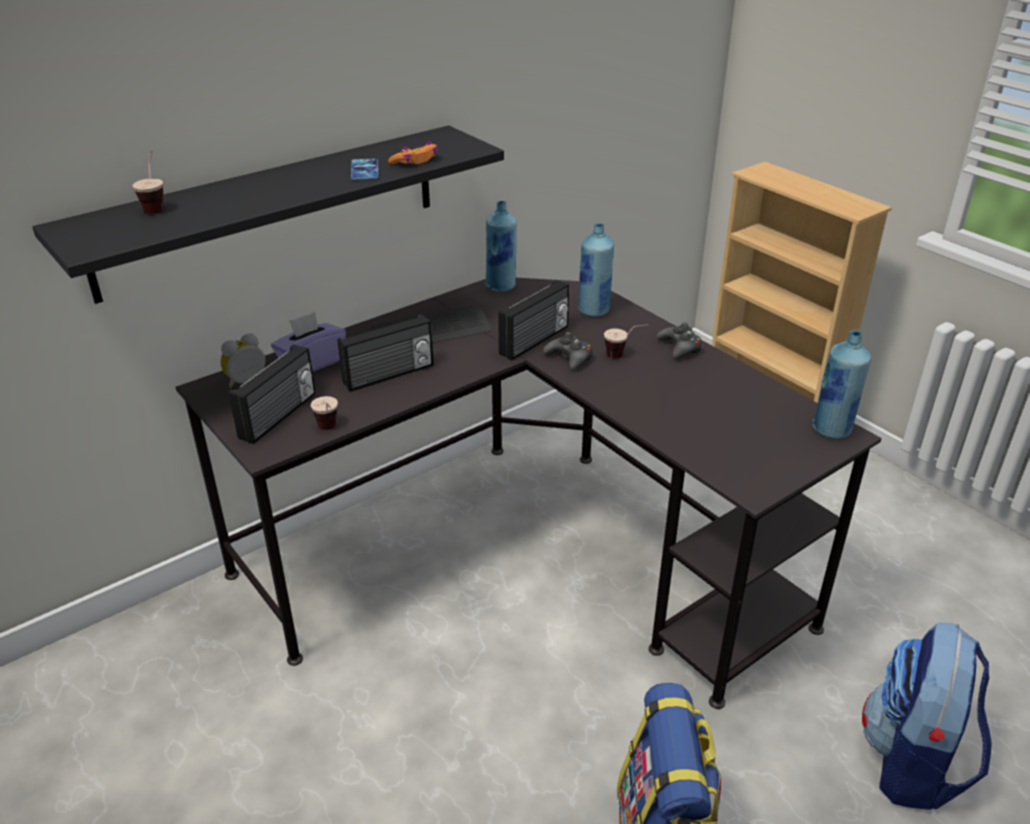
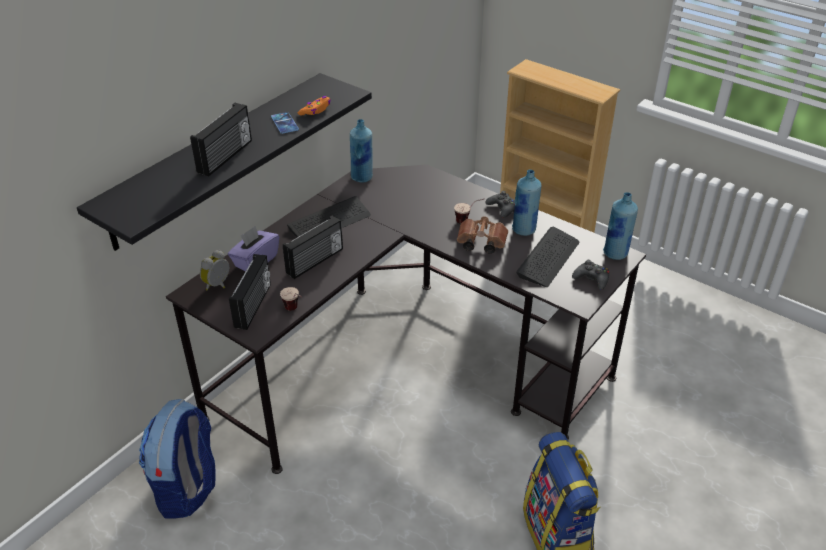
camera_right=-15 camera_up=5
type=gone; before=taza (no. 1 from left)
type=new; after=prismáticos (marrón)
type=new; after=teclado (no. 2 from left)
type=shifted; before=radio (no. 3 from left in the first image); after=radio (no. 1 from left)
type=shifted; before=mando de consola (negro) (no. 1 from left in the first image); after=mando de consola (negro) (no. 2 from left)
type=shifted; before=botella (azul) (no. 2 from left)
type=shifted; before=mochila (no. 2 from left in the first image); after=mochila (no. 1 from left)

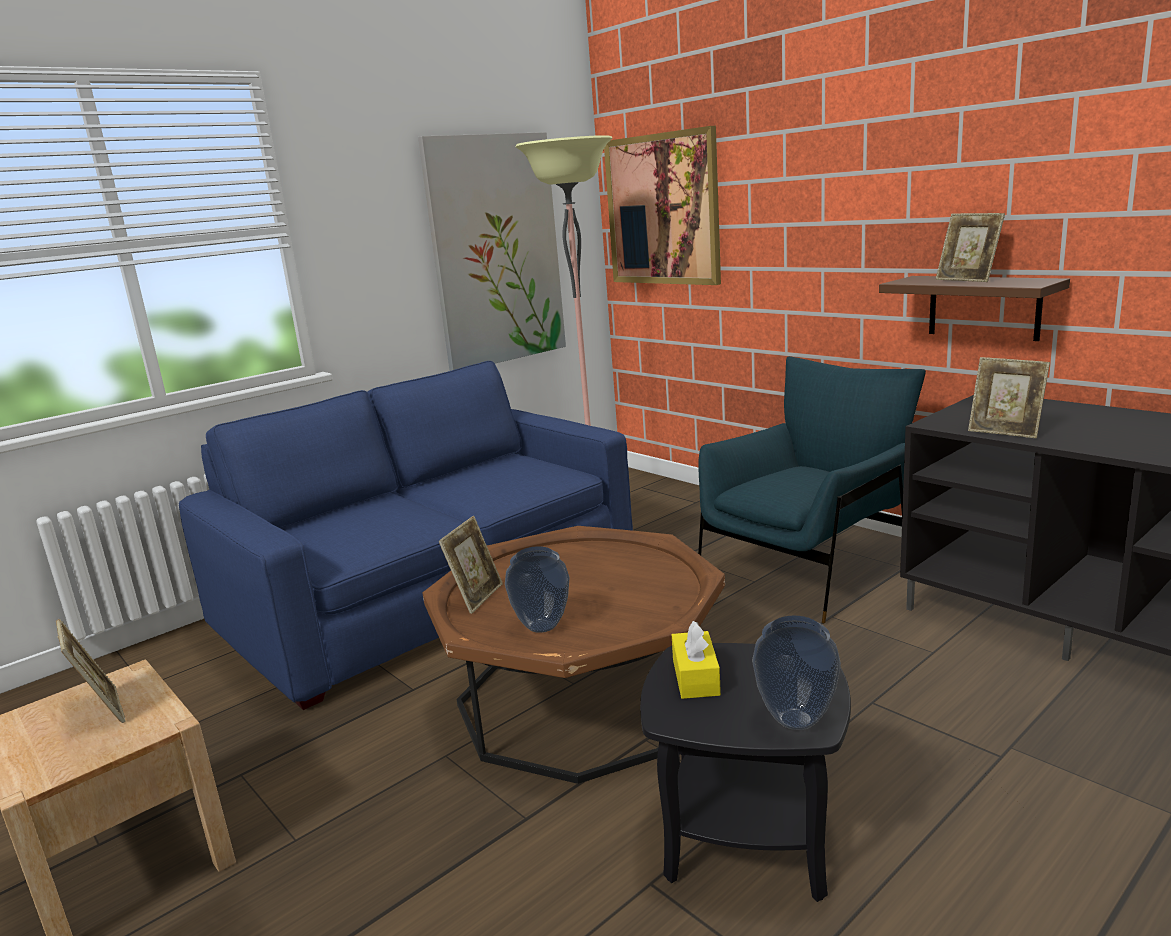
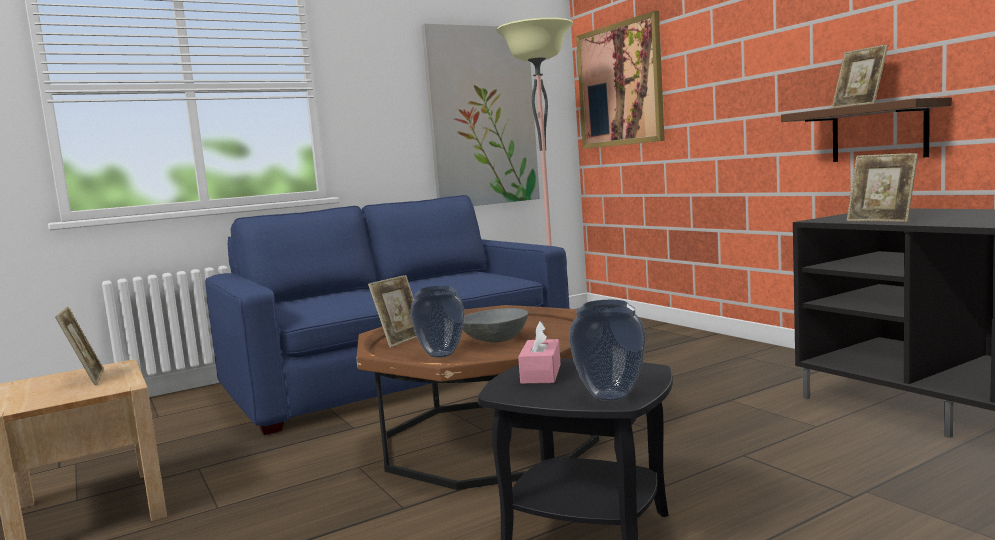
camera_right=10 camera_up=-10
type=gone; before=sillón (azul)
type=new; after=cuenco (gris)
type=repainted; before=caja de pañuelos (amarillo); after=caja de pañuelos (rosa)

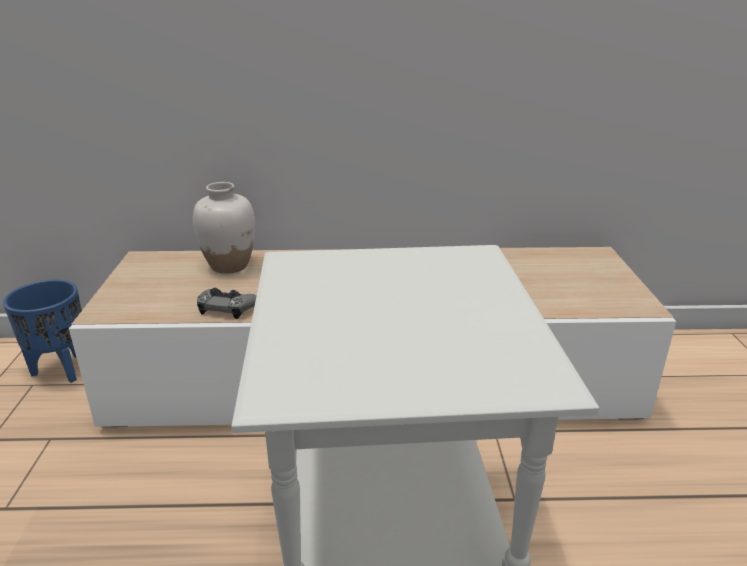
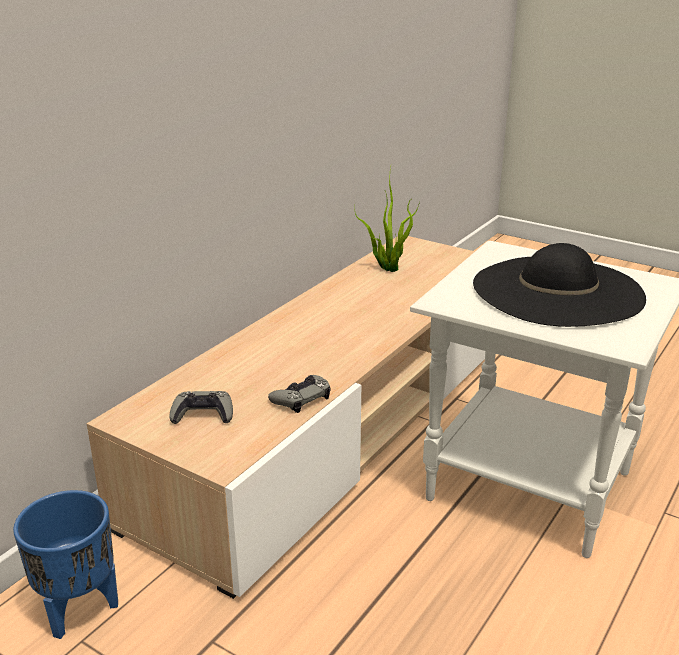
camera_right=-55 camera_up=0
type=gone; before=florero (blanco)
type=new; after=mando de consola (gris) (no. 1 from left)
type=new; after=planta en maceta
type=new; after=sombrero (negro)

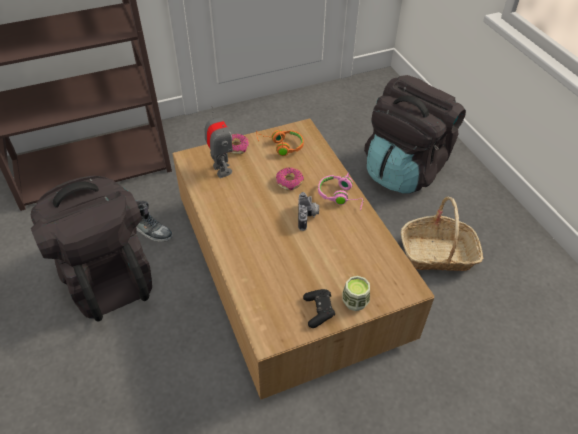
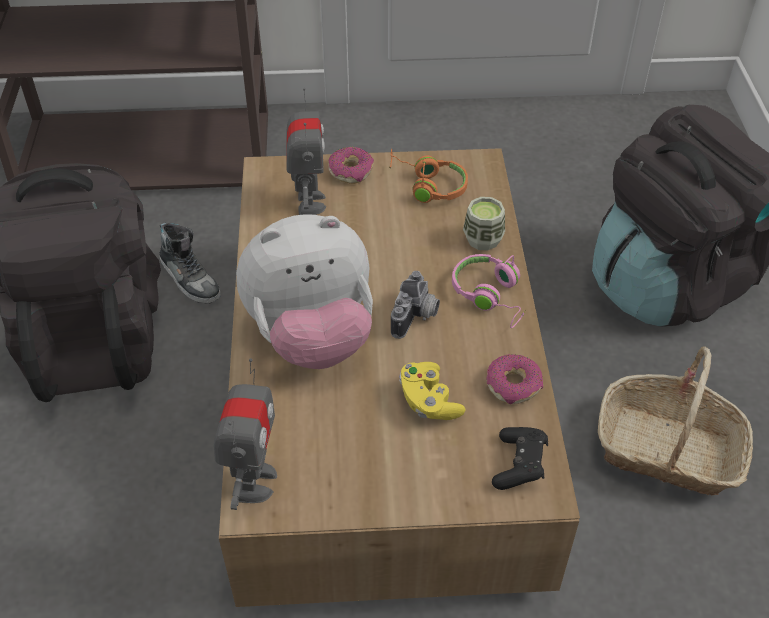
camera_right=20 camera_up=0
type=new; after=robot de juguete (no. 1 from left)
type=new; after=peluche
type=new; after=mando de consola (amarillo)
type=shifted; before=rosquilla (no. 2 from left)
type=shifted; before=mando de consola (negro)
type=shifted; before=taza

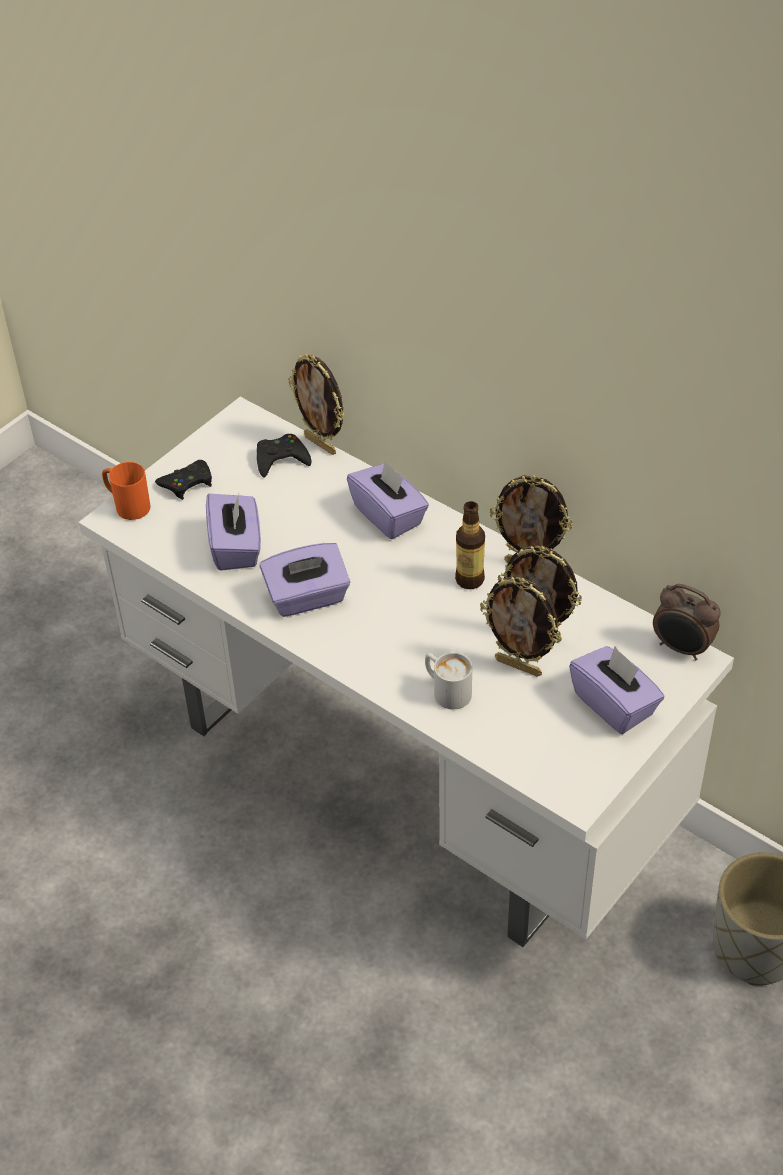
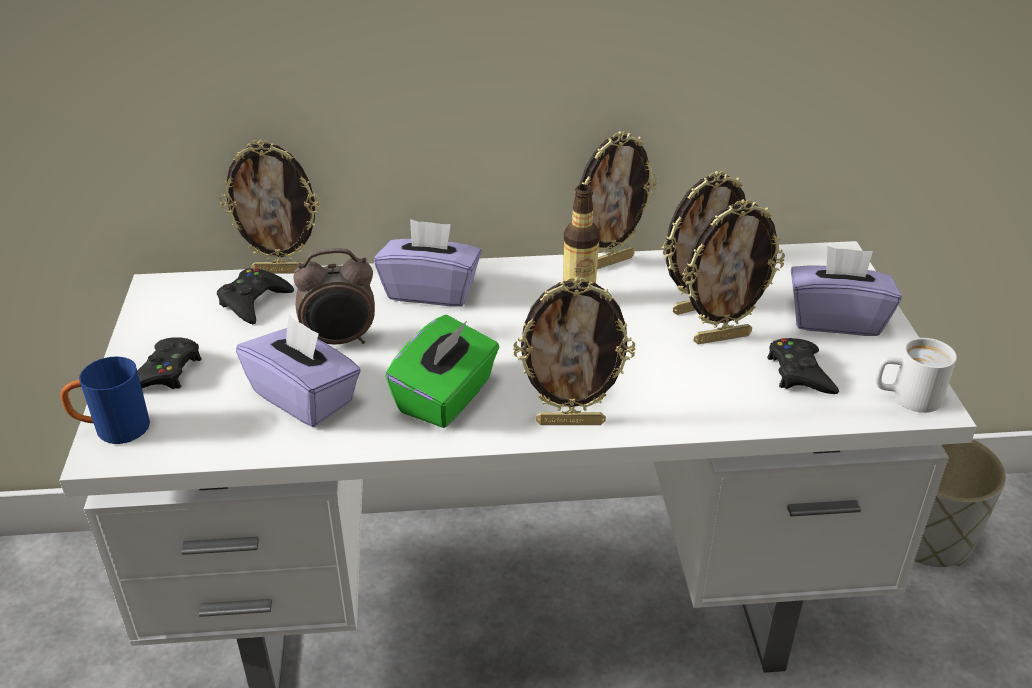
camera_right=-45 camera_up=-10
type=new; after=portarretratos (no. 2 from left)
type=new; after=mando de consola (negro) (no. 3 from left)
type=shifted; before=taza grande (blanco)
type=shifted; before=despertador
type=repainted; before=taza grande (naranja); after=taza grande (azul)
type=repainted; before=caja de pañuelos (morado) (no. 2 from left); after=caja de pañuelos (verde)

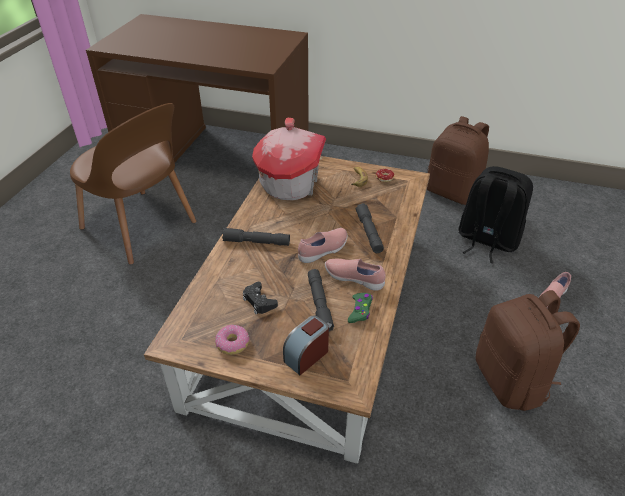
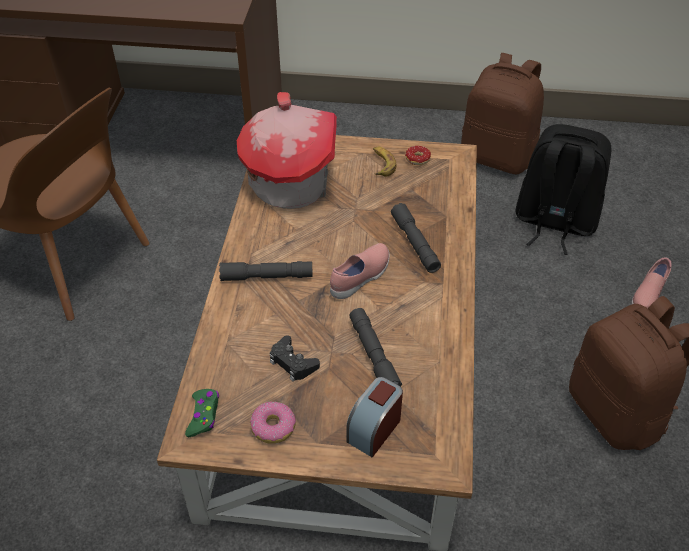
camera_right=-10 camera_up=5
type=gone; before=zapato (rosa) (no. 2 from left)
type=shifted; before=mando de consola (verde)

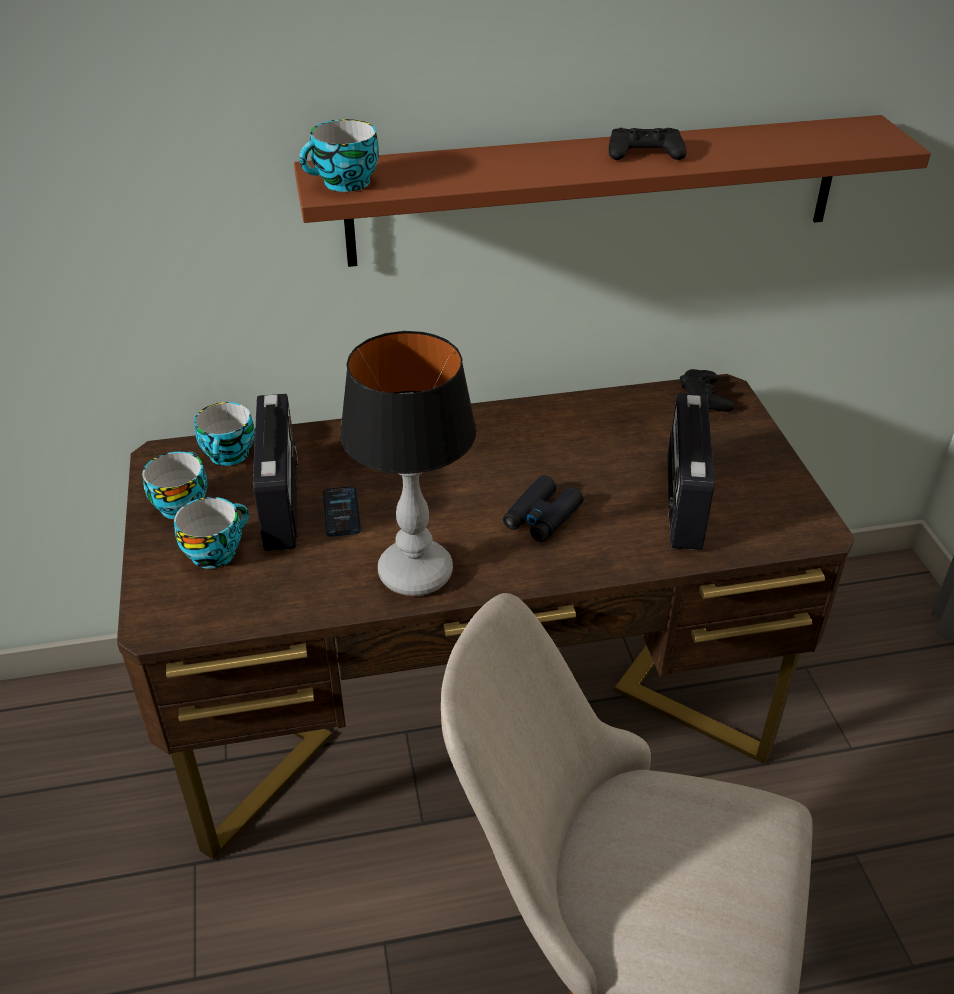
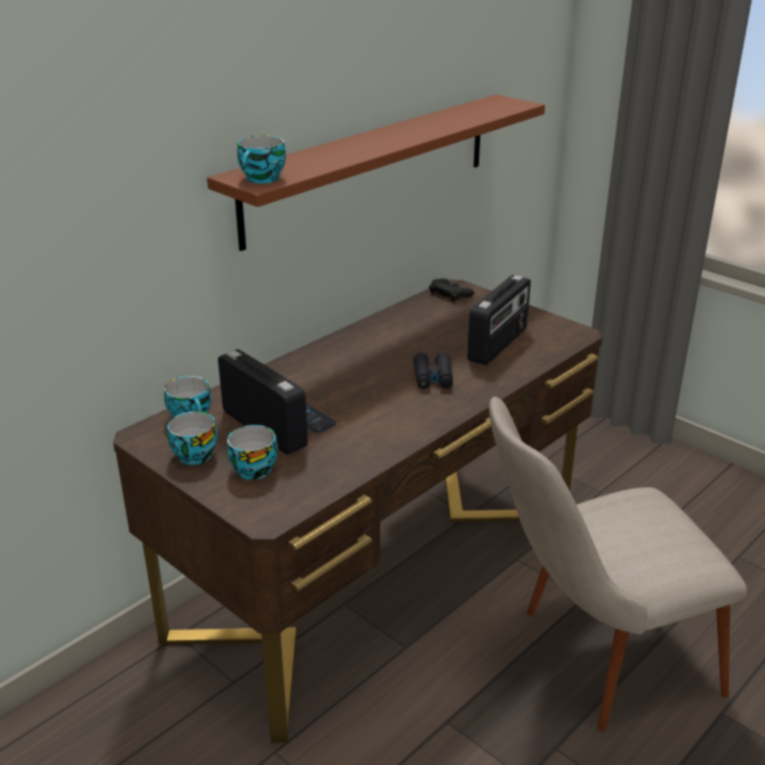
camera_right=-35 camera_up=-10
type=gone; before=lámpara de mesa
type=gone; before=mando de consola (negro) (no. 1 from left)
type=rotated; before=radio (no. 2 from left); turn=-120

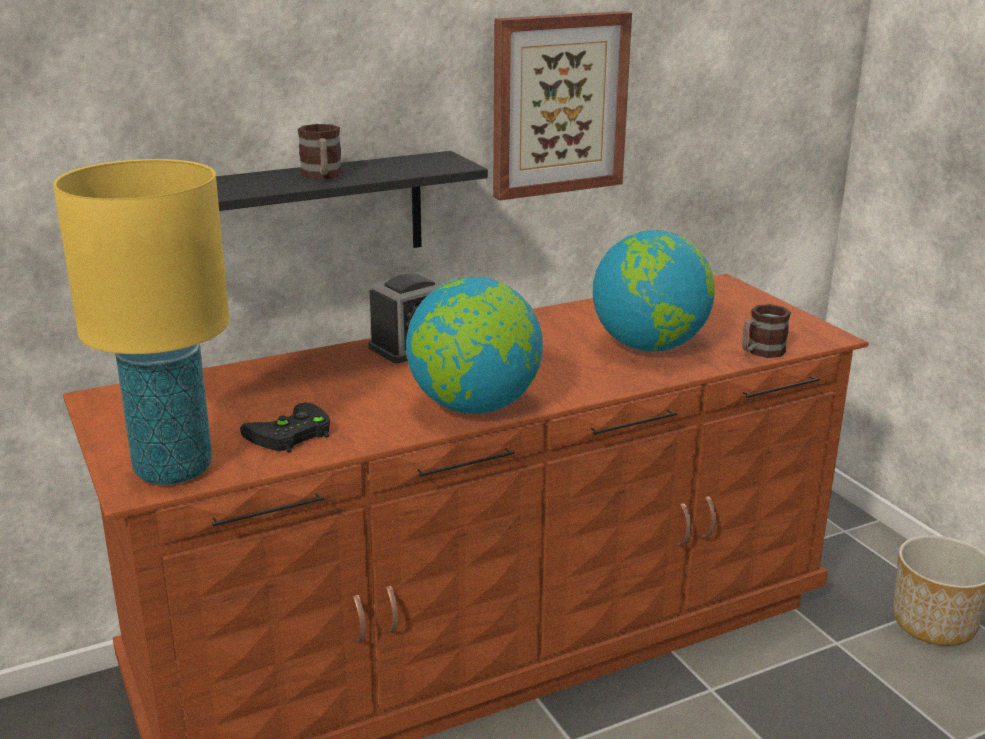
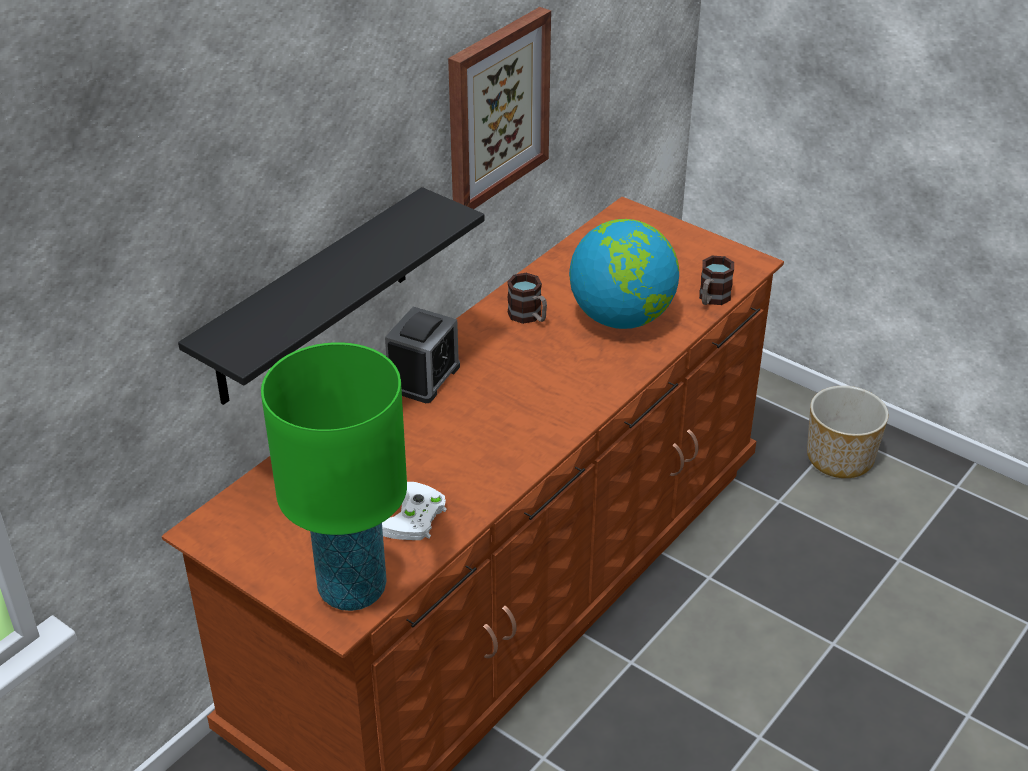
camera_right=-25 camera_up=15
type=gone; before=globo terráqueo (no. 1 from left)
type=shifted; before=taza grande (no. 1 from left)
type=repainted; before=lámpara de mesa (amarillo); after=lámpara de mesa (verde)
type=repainted; before=mando de consola (negro); after=mando de consola (blanco)

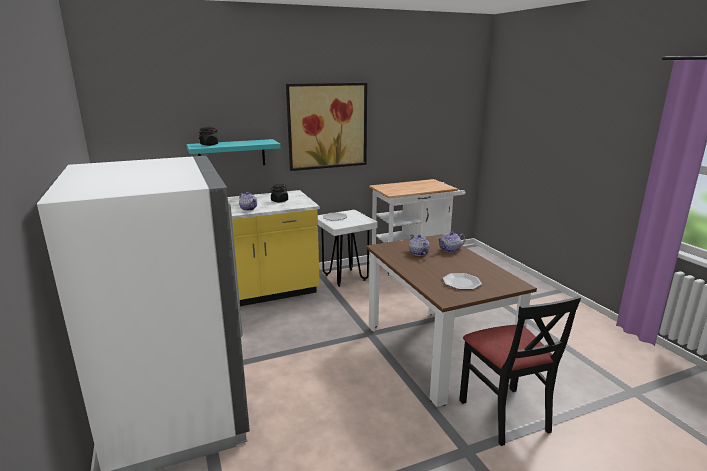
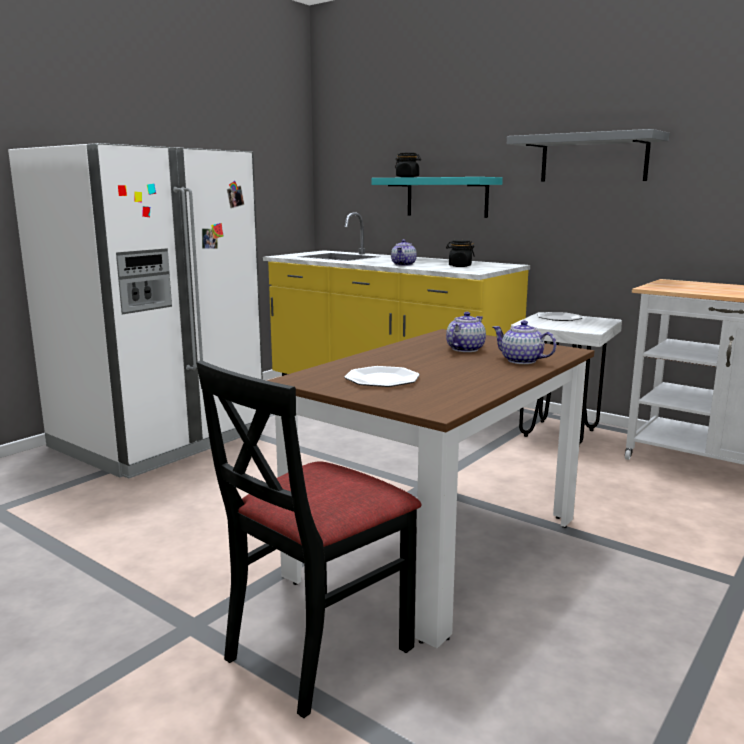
camera_right=60 camera_up=-5
type=swapped; before=cuadro; after=estante (gris)

